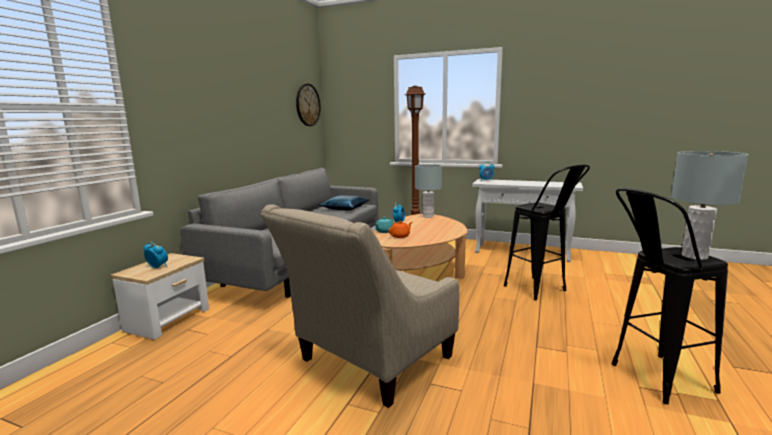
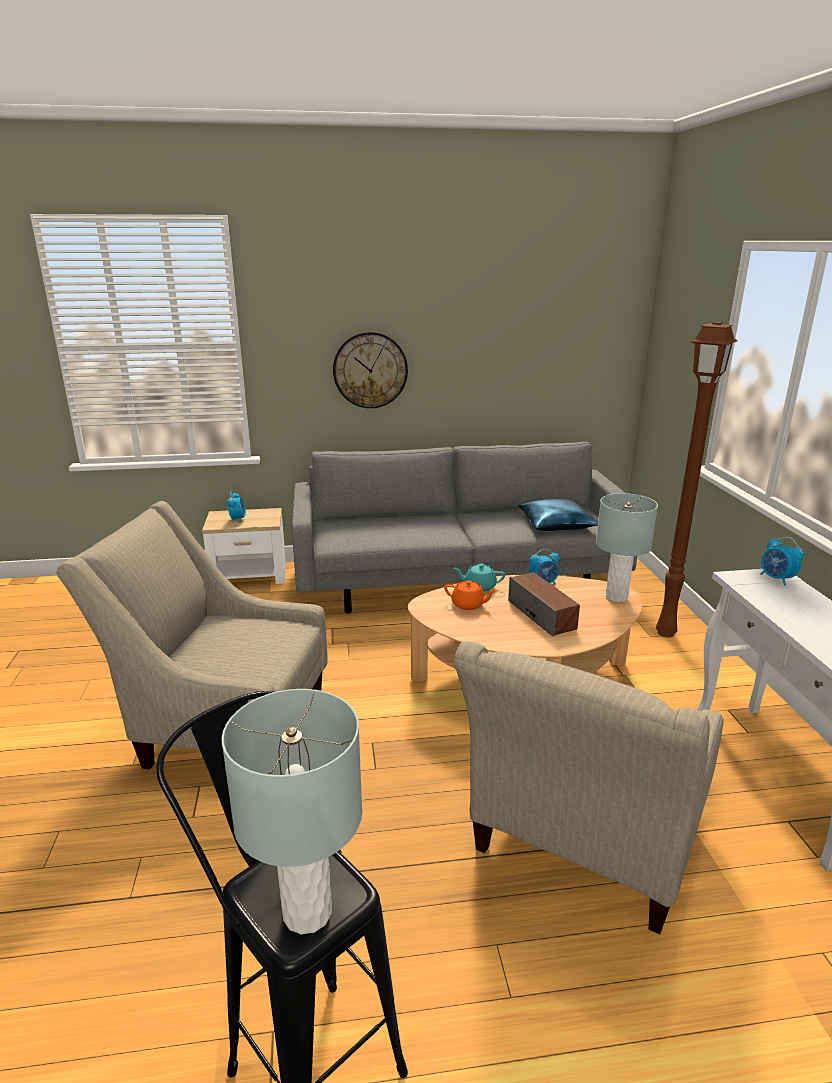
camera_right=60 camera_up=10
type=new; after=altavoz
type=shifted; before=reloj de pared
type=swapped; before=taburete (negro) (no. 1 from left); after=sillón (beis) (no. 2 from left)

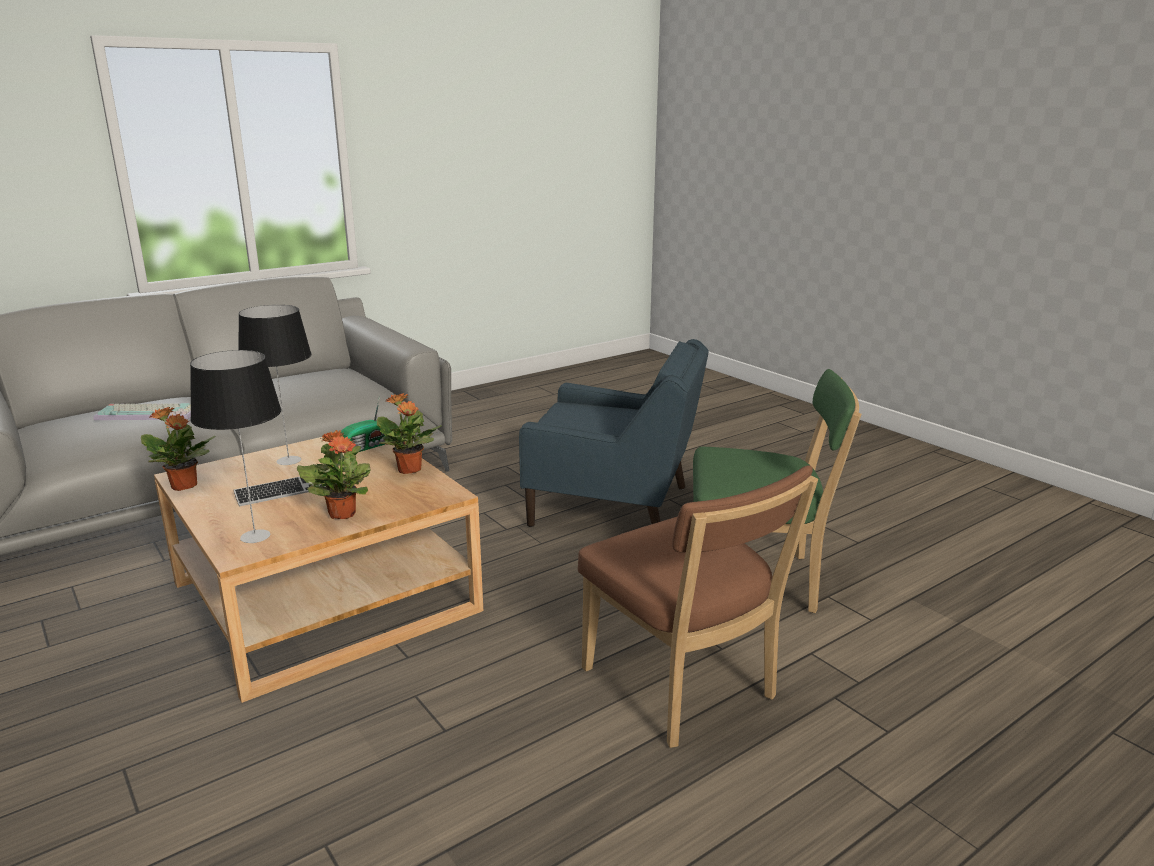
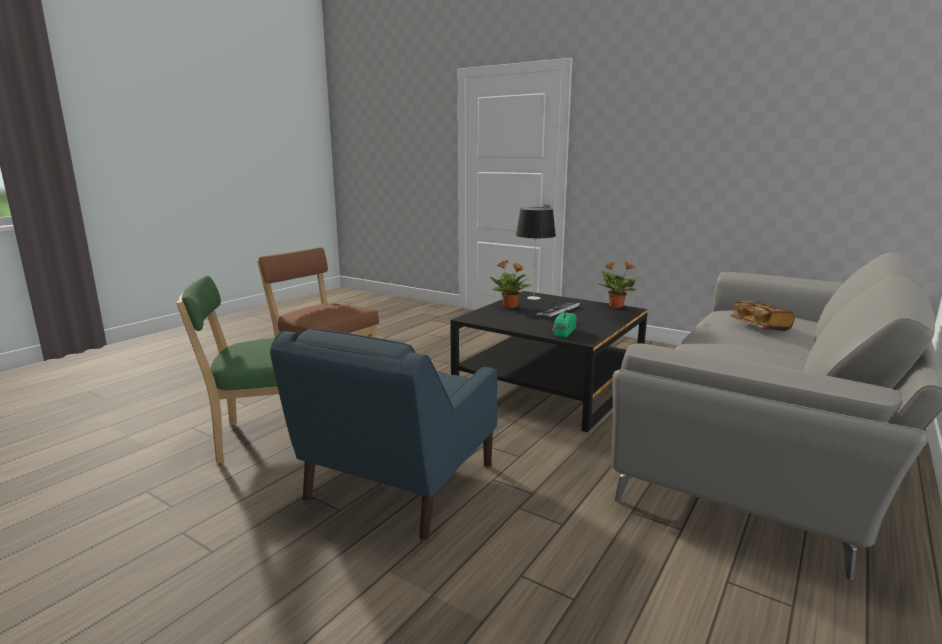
camera_right=160 camera_up=-5
type=gone; before=lámpara de mesa (no. 2 from left)
type=gone; before=planta en maceta (no. 3 from left)
type=swapped; before=teclado (no. 1 from left); after=libro
type=repainted; before=mesa de centro (beis); after=mesa de centro (negro)
type=rotated; before=sillón (azul); turn=-60

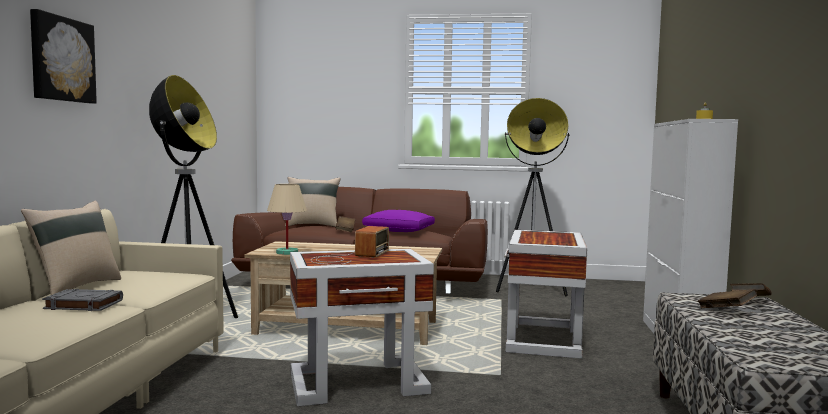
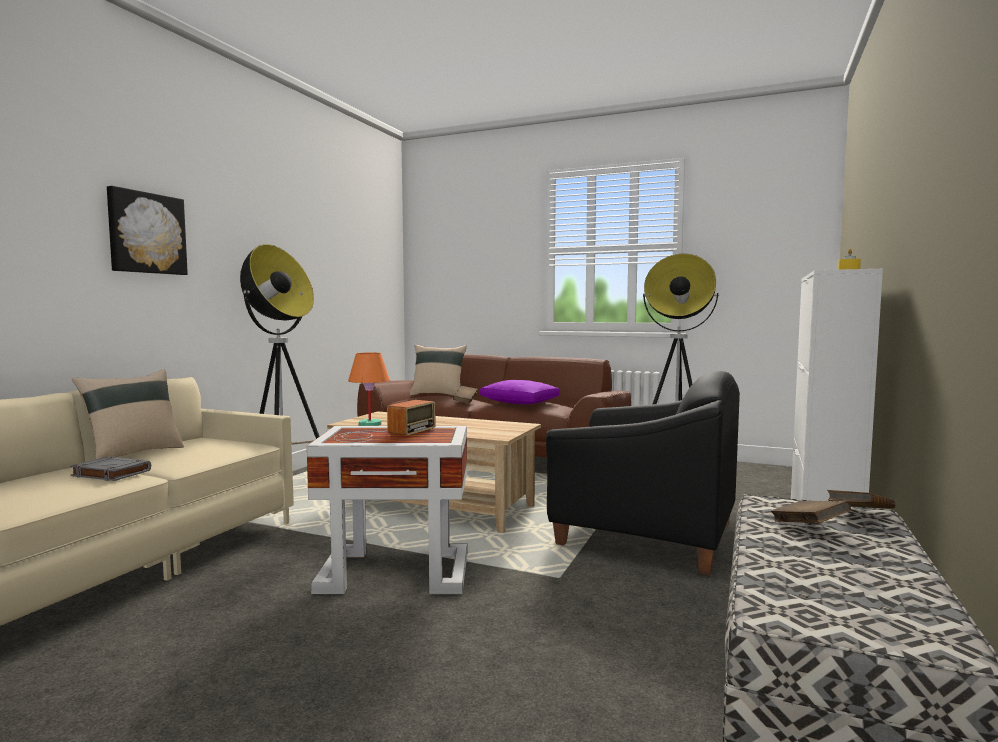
camera_right=15 camera_up=0
type=swapped; before=mesa auxiliar (blanco) (no. 2 from left); after=sillón (negro)
type=repainted; before=lámpara de mesa (beis); after=lámpara de mesa (naranja)

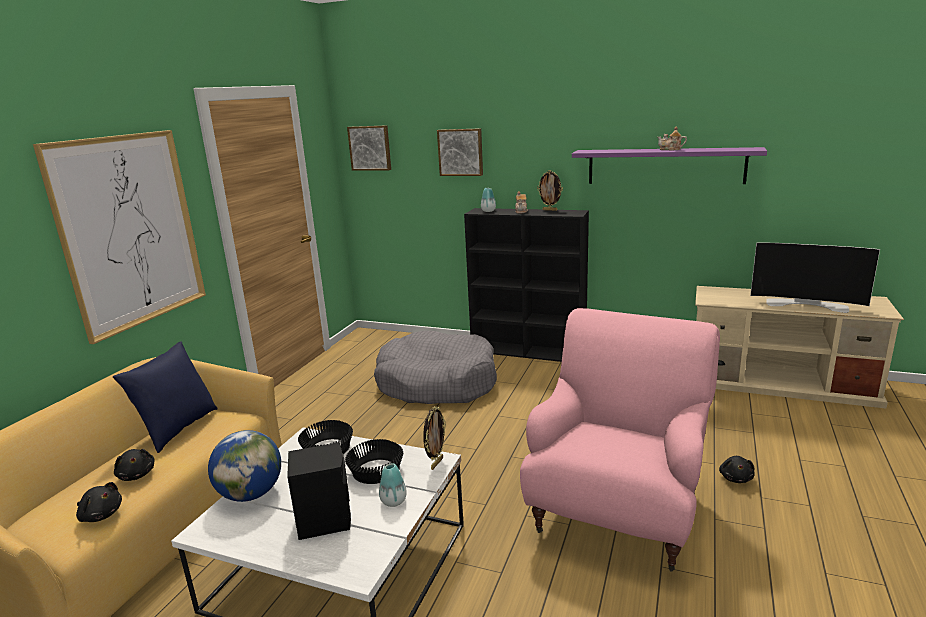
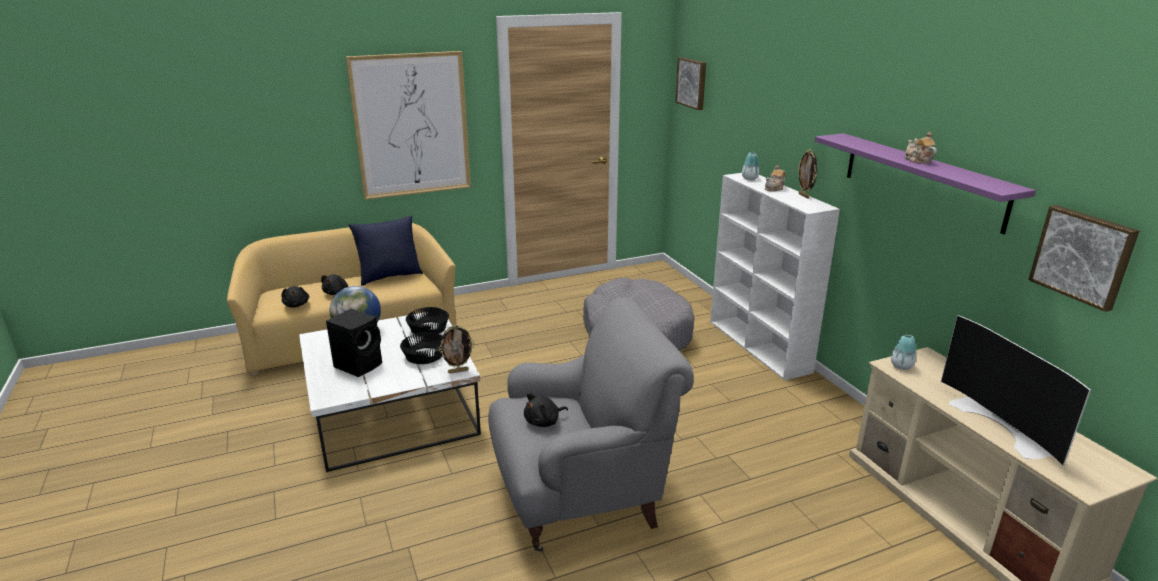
camera_right=45 camera_up=5
type=shifted; before=florero (no. 1 from left in the first image); after=florero (no. 2 from left)
type=shifted; before=cuadro (no. 3 from left)
type=shifted; before=peluche (negro) (no. 3 from left)
type=repainted; before=estantería (negro); after=estantería (blanco)
type=repainted; before=sillón (rosa); after=sillón (gris)

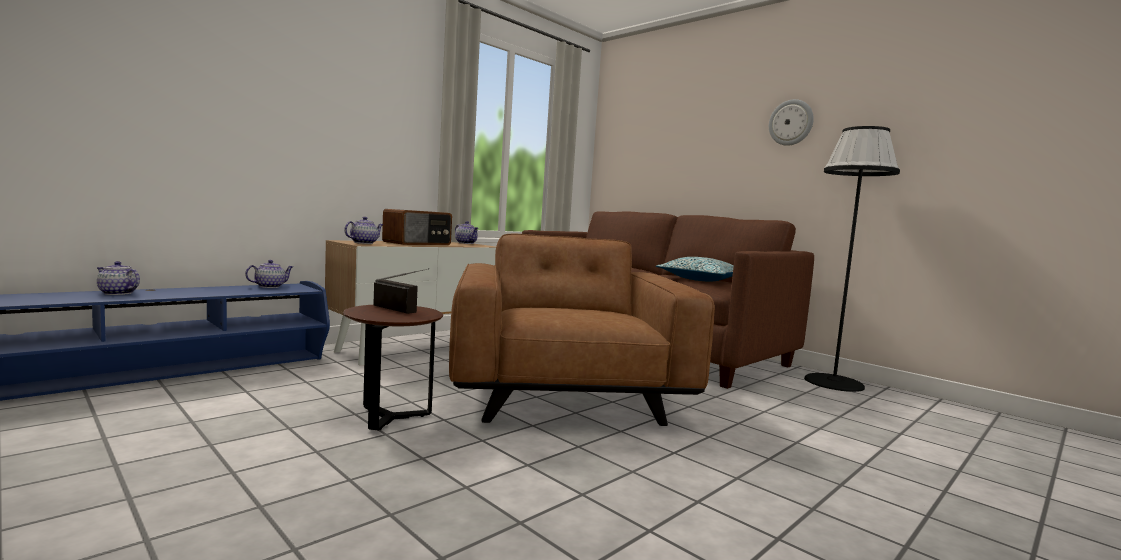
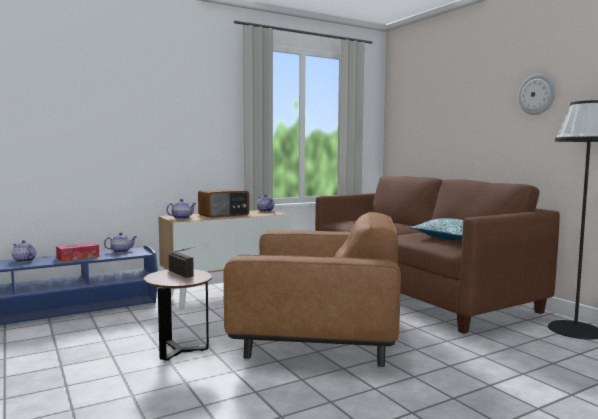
camera_right=15 camera_up=0
type=new; after=caja de pañuelos
type=rotated; before=sillón (marrón); turn=90

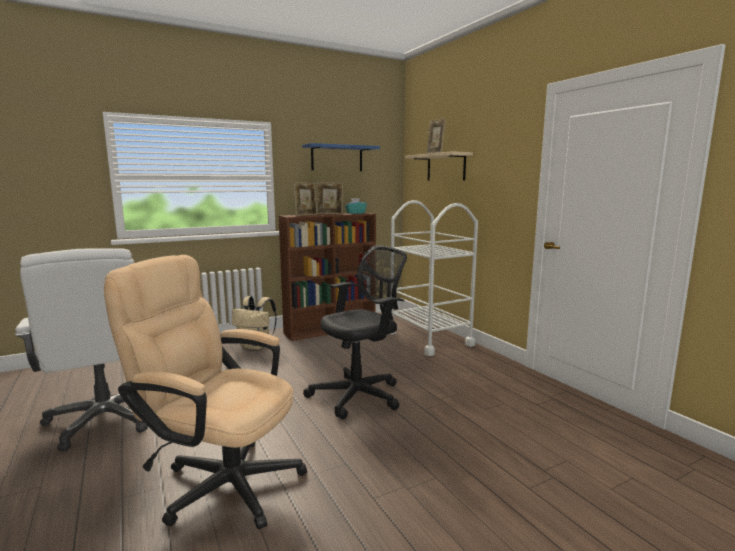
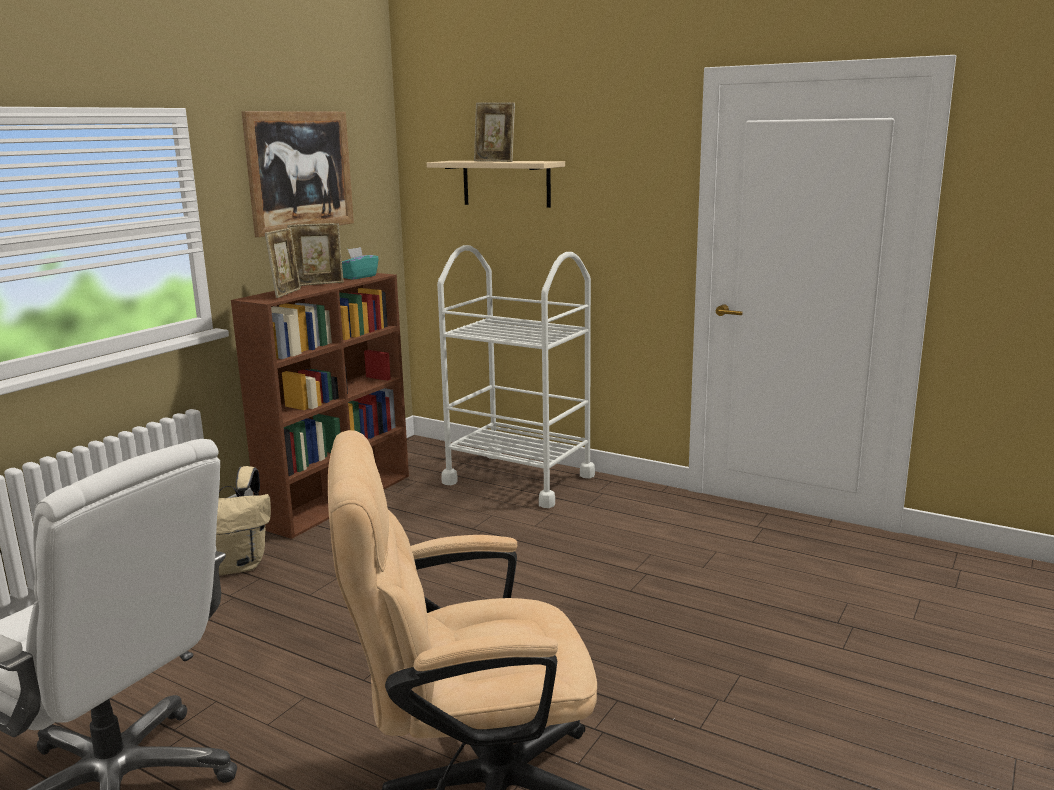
camera_right=-30 camera_up=5
type=gone; before=silla de oficina (negro)
type=swapped; before=estante (azul); after=cuadro

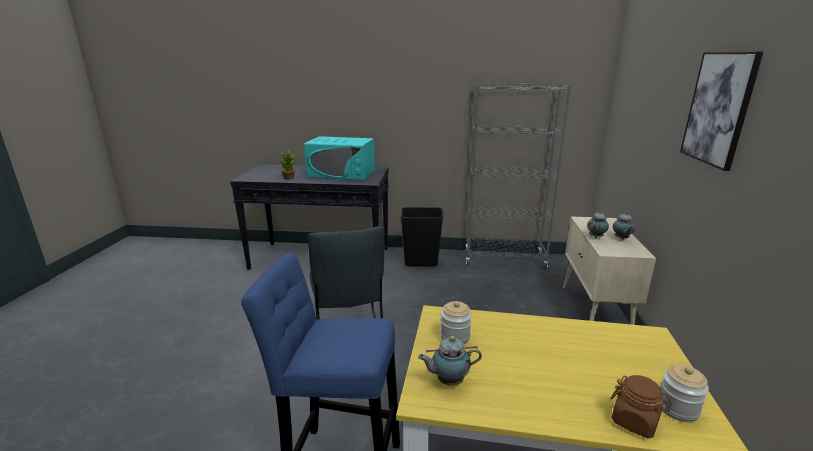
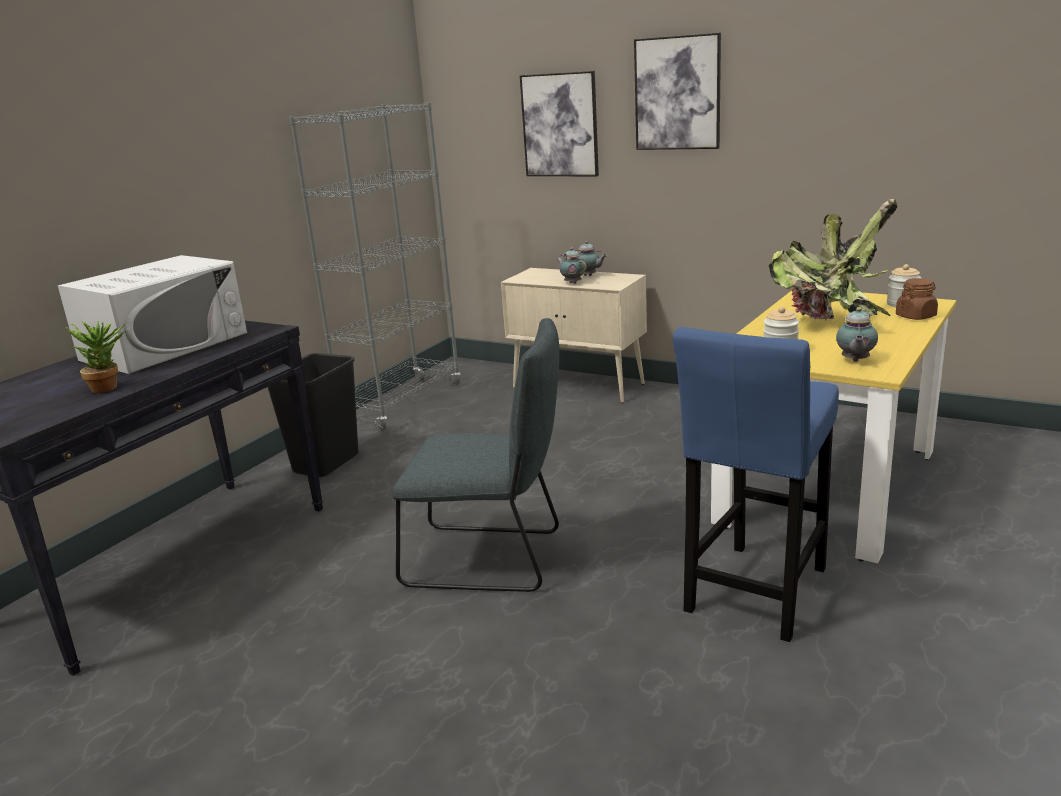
camera_right=-65 camera_up=0
type=new; after=cuadro (no. 1 from left)
type=new; after=planta en maceta (no. 2 from left)
type=repainted; before=microondas (turquesa); after=microondas (blanco)

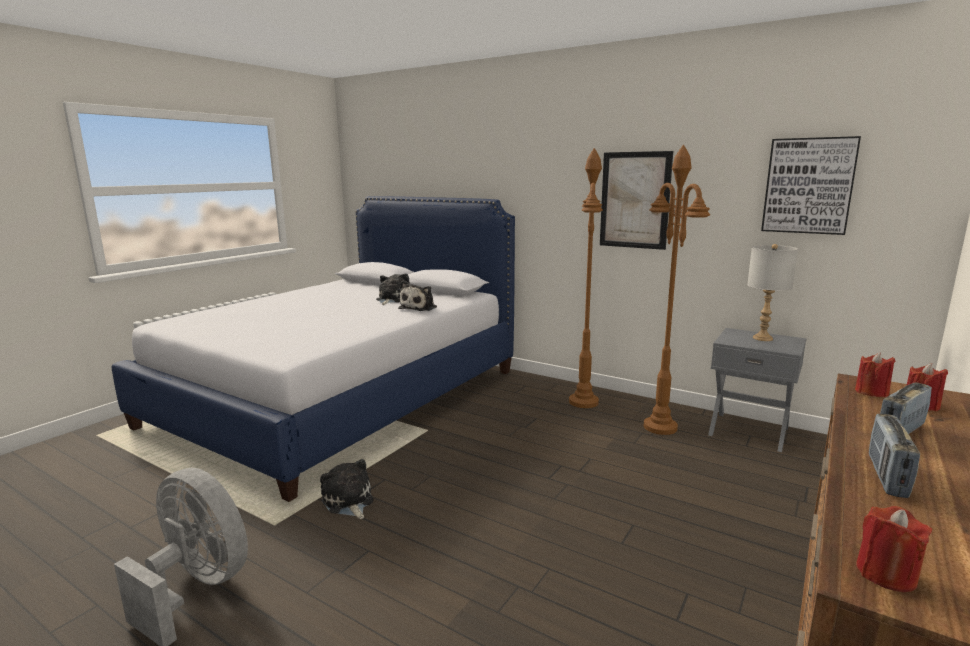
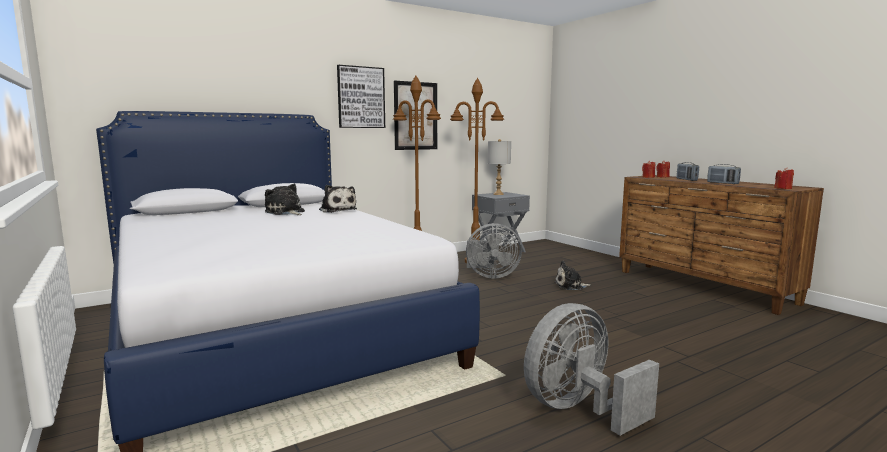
camera_right=-65 camera_up=-5
type=new; after=ventilador (gris) (no. 1 from left)
type=shifted; before=peluche (no. 1 from left in the first image); after=peluche (no. 3 from left)
type=shifted; before=cuadro (no. 2 from left in the first image); after=cuadro (no. 1 from left)

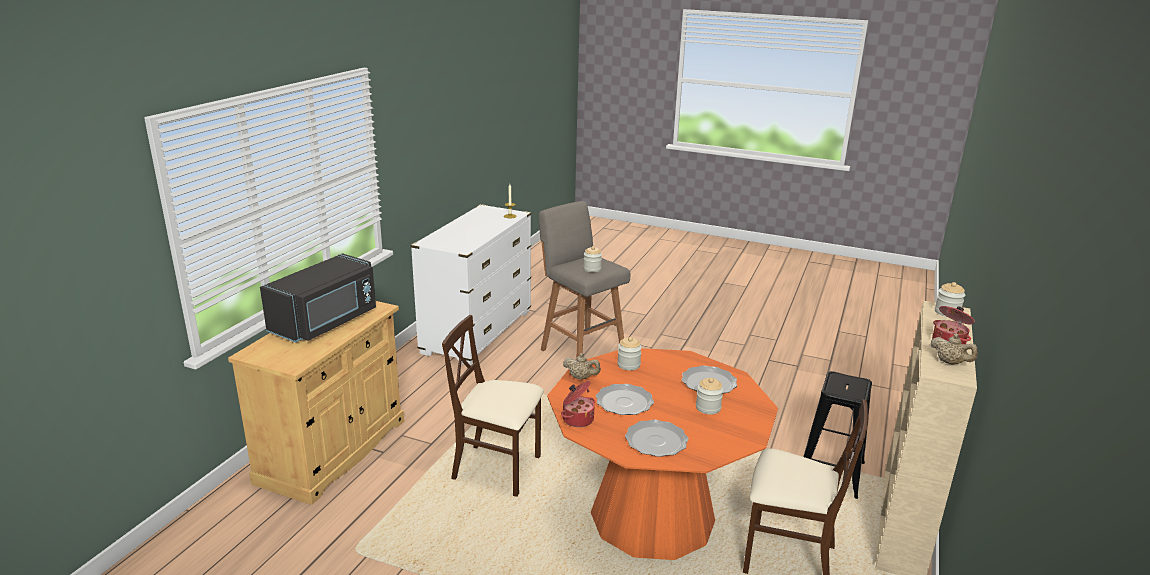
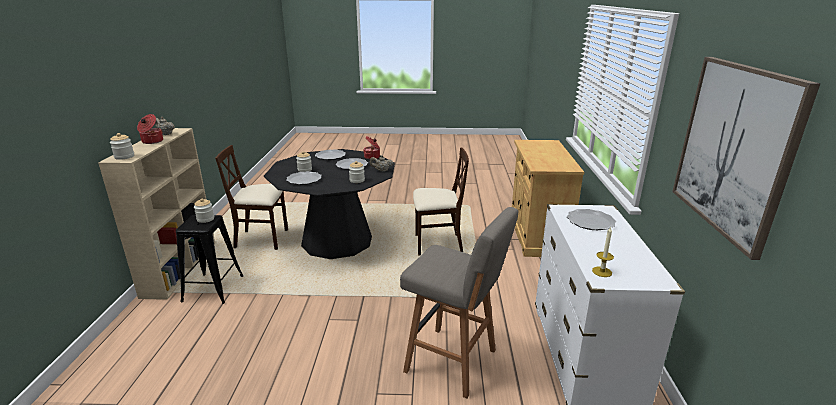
camera_right=160 camera_up=0
type=gone; before=microondas (negro)
type=new; after=plato (no. 4 from left)
type=new; after=cuadro
type=shifted; before=tarro (no. 1 from left in the first image); after=tarro (no. 2 from left)
type=repainted; before=mesa de comedor (naranja); after=mesa de comedor (negro)

